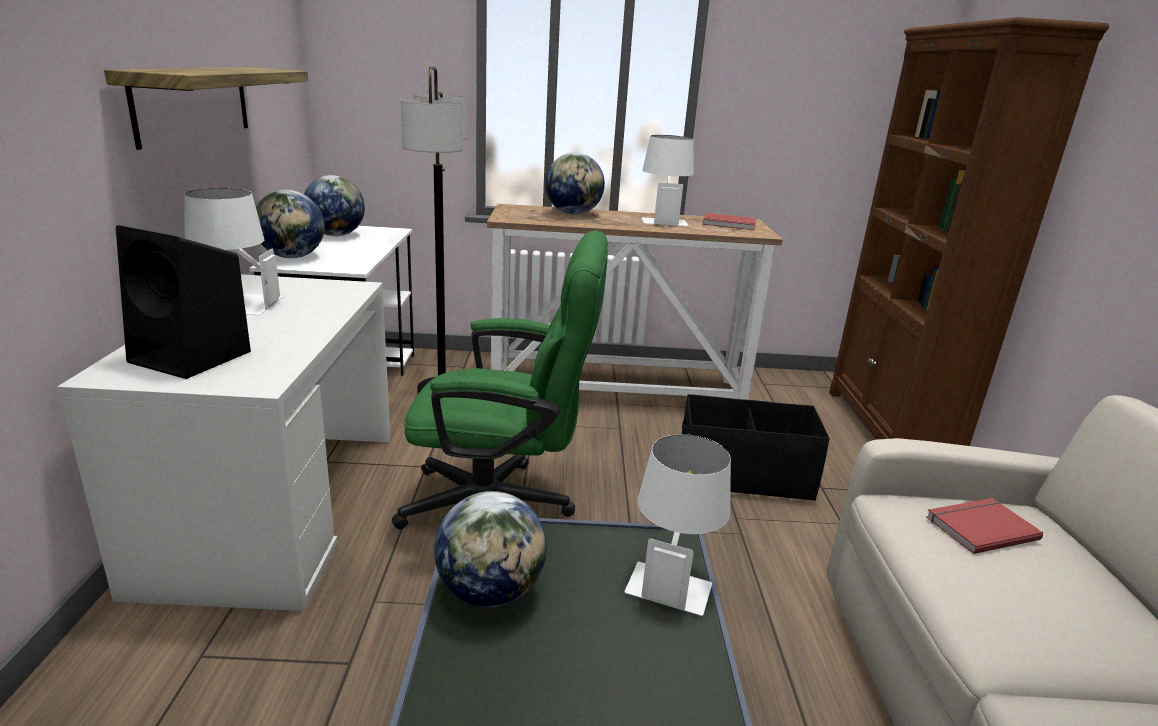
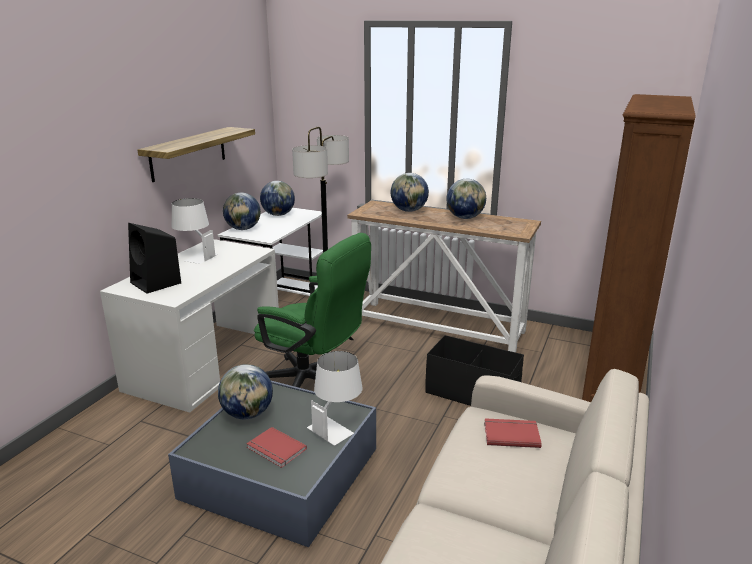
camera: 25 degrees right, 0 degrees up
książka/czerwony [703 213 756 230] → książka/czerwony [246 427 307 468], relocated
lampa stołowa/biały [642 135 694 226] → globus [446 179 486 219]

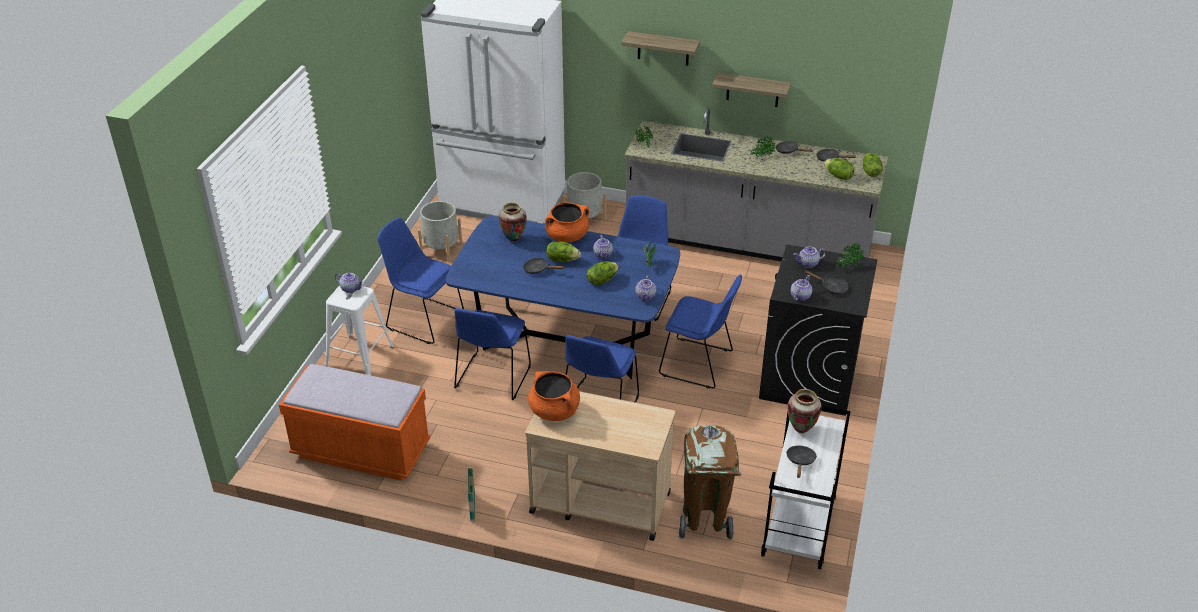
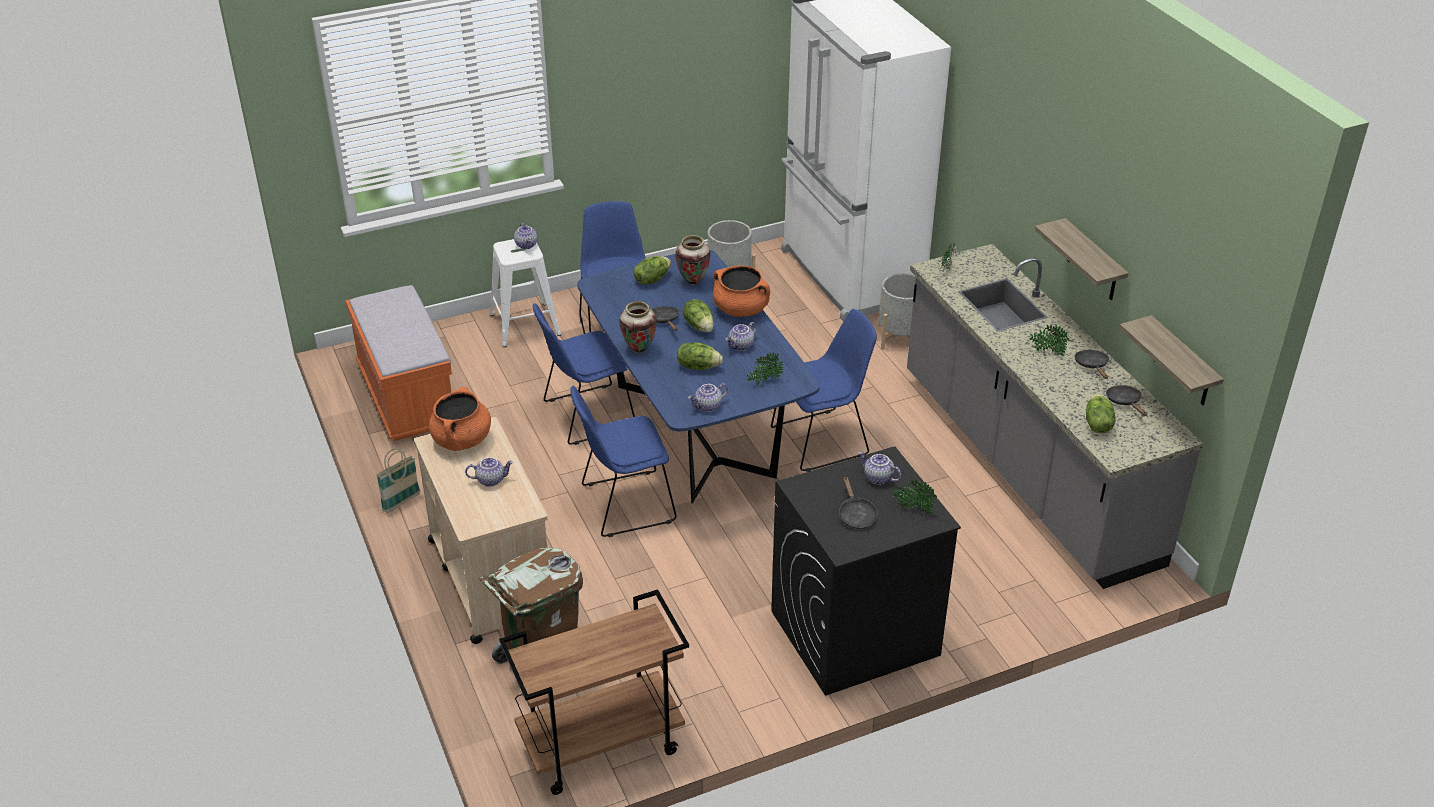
camera: 50 degrees right, 0 degrees up
imbryk [791 275 812 301] → imbryk [465 457 513 487], relocated
wózek/biały [761 406 851 569] → wózek/brązowy [499 589 689 795]
wazon [788 389 822 433] → wazon [619 301 657 353], relocated
sałata [863 153 883 177] → sałata [634 256 671 285], relocated
półka [621 31 700 66] → półka [1119 315 1224 405], relocated
krzesło/niebieski [659 275 742 389] → -
patelnia/czarny [786 446 817 478] → -

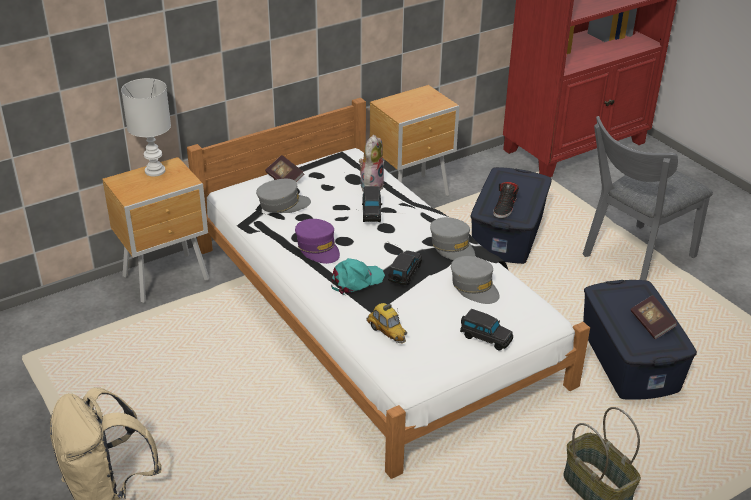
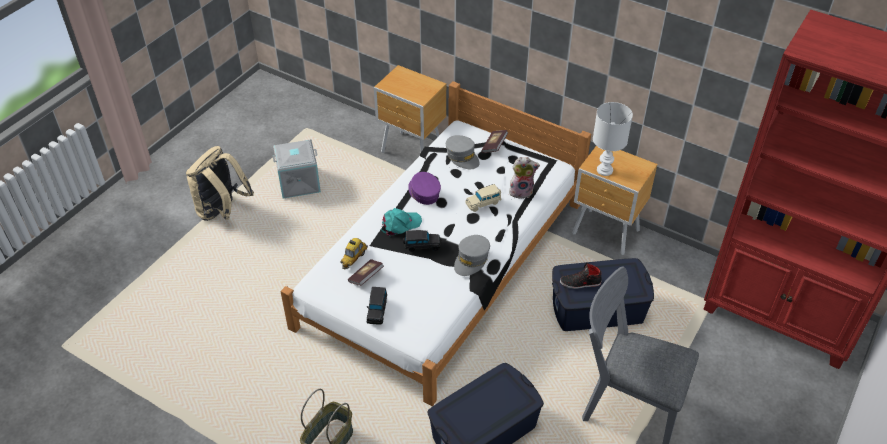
camera: 65 degrees right, 10 degrees up
- → pojemnik do przechowywania/szary [273 140 321 199]
książka [631 295 678 339] → książka [348 259 384 286], relocated
czapka z daszkiem/turkusowy [331 258 385 295] → czapka z daszkiem/turkusowy [381 208 422 237], 60 degrees counterclockwise
czapka z daszkiem/fioletowy [295 219 340 264] → czapka z daszkiem/fioletowy [408 172 441 205], 120 degrees clockwise
samochodzik/czarny [362 186 382 222] → samochodzik/beżowy [465 184 501 212]
lampa stołowa/biały [121 78 171 177] → lampa stołowa/biały [593 102 633 176], relocated
czapka z daszkiem/szary [451 256 500 304] → -

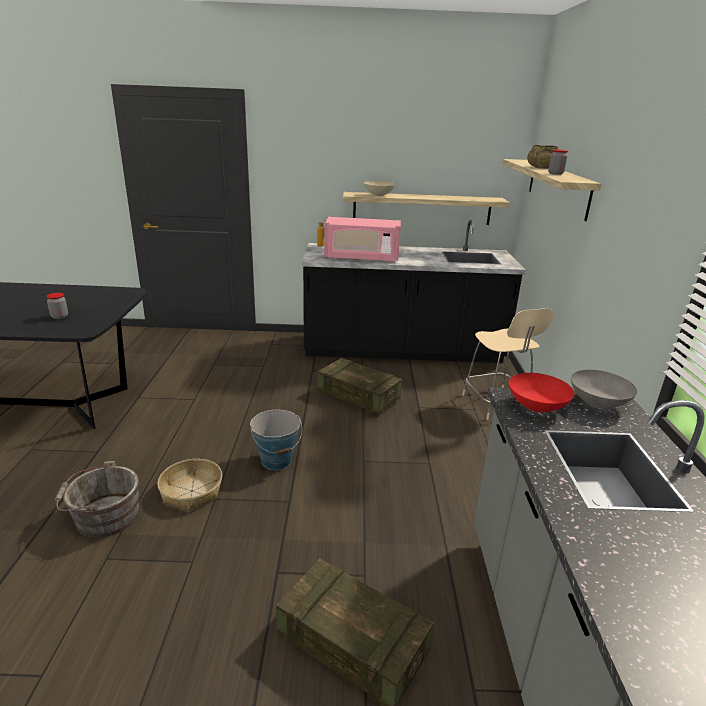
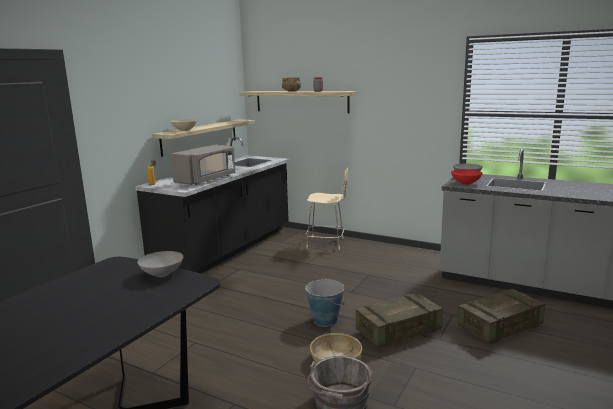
camera: 60 degrees left, 10 degrees down
- → miska/szary [137 251 183 277]
mikrofalówka/różowy [324 217 401 262] → mikrofalówka/szary [171 145 235 185]
skrzynka [318 358 402 415] → skrzynka [356 293 443 348], relocated
słoik [46 293 68 319] → -

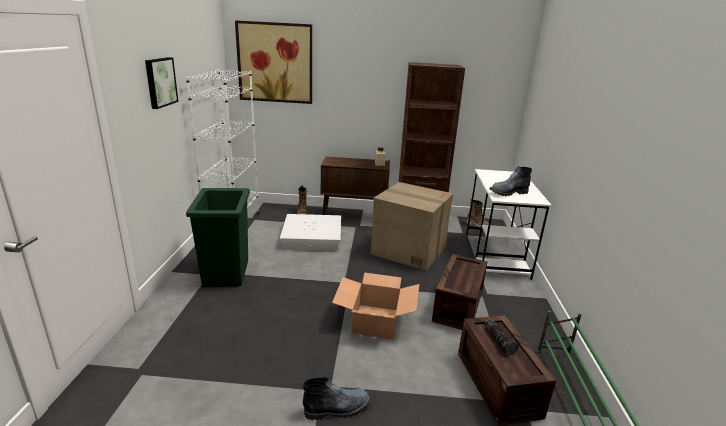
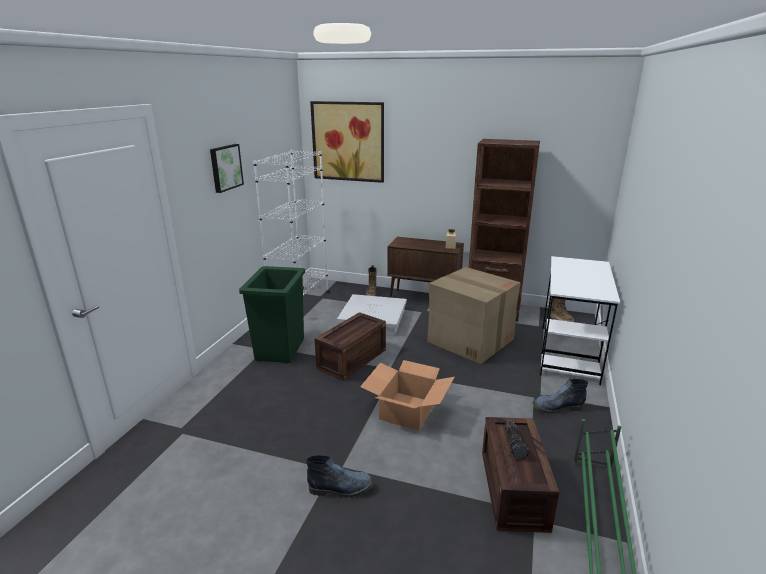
camera: 15 degrees right, 0 degrees up
skrzynka [432 254 487 330] → skrzynka [314 312 386 381], relocated
but z cholewką [489 166 532 196] → but z cholewką [532 378 588 414], relocated

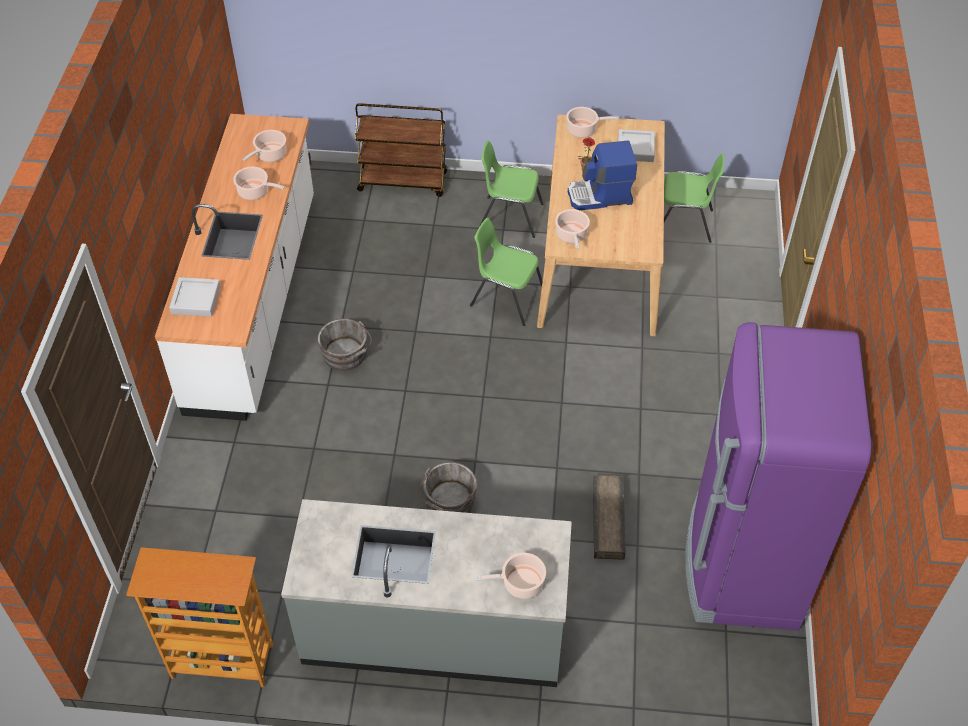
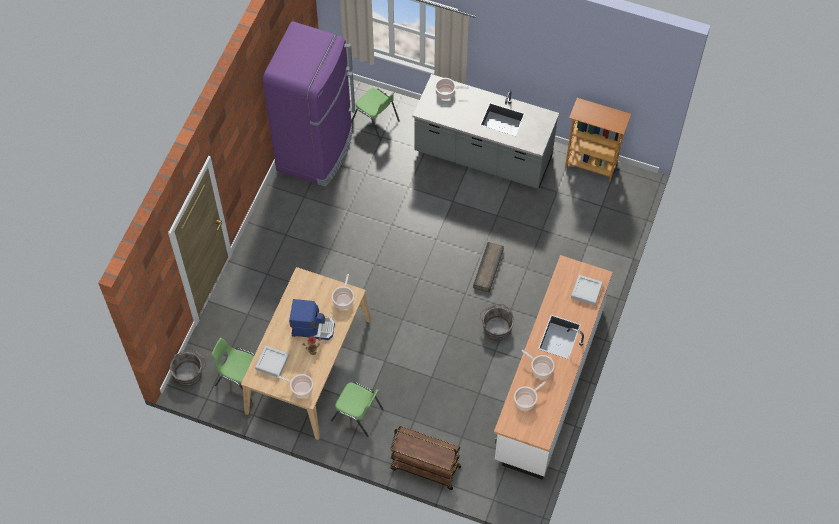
camera: 165 degrees left, 10 degrees up
wiadro/szary [418 462 477 513] → wiadro/szary [170 349 206 386], relocated
krzesło/zielony [470 218 542 326] → krzesło/zielony [351 88 400 140], relocated
skrzynka [593 475 626 560] → skrzynka [473 242 504 292], relocated

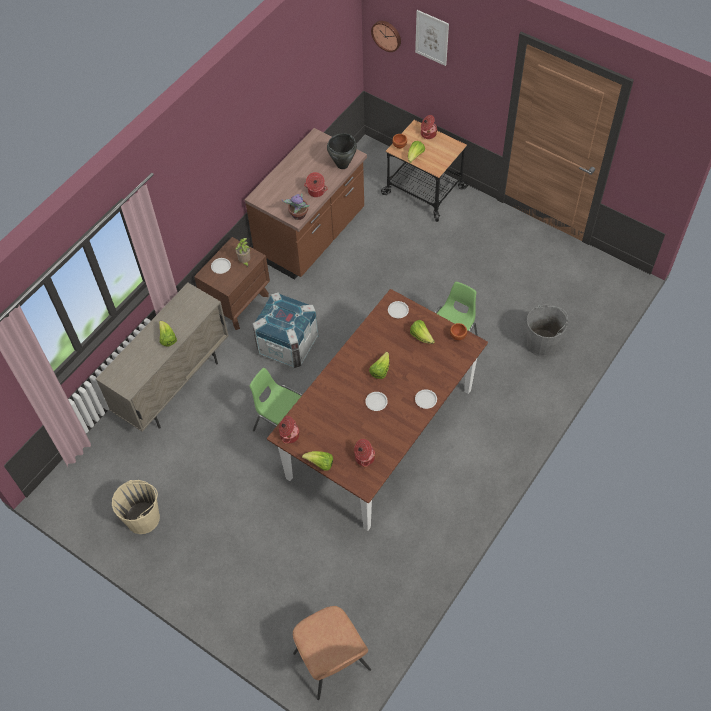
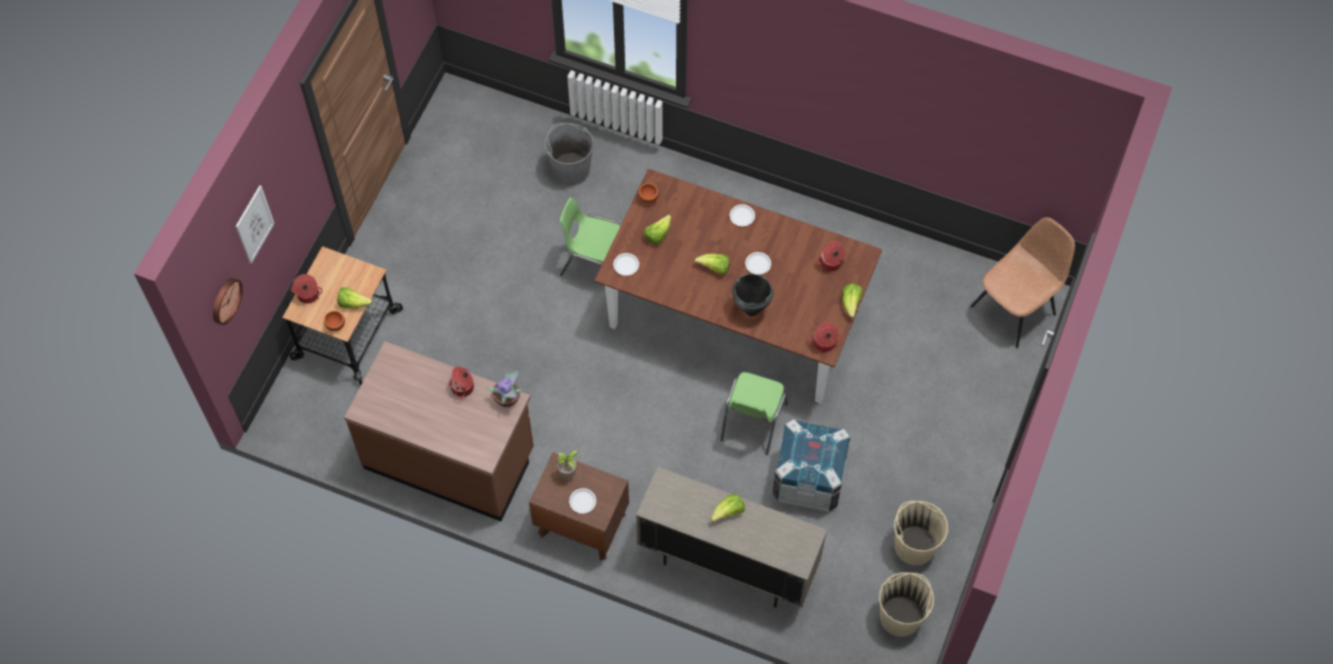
camera: 105 degrees left, 5 degrees up
garnek/czarny [327 133 357 169] → garnek/czarny [732 274 773 316], relocated
skrzynka [252 292 319 368] → skrzynka [772 419 851 512], relocated
- → wiadro/beżowy [879 572 934 637]

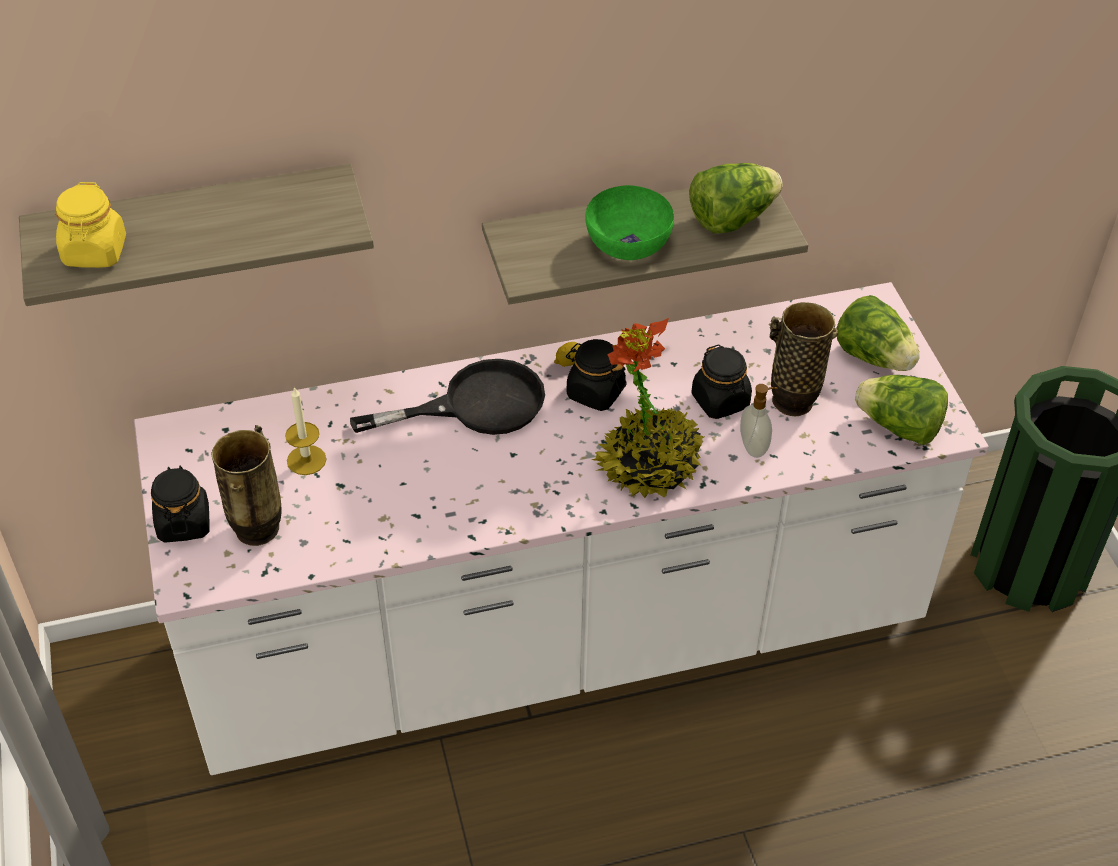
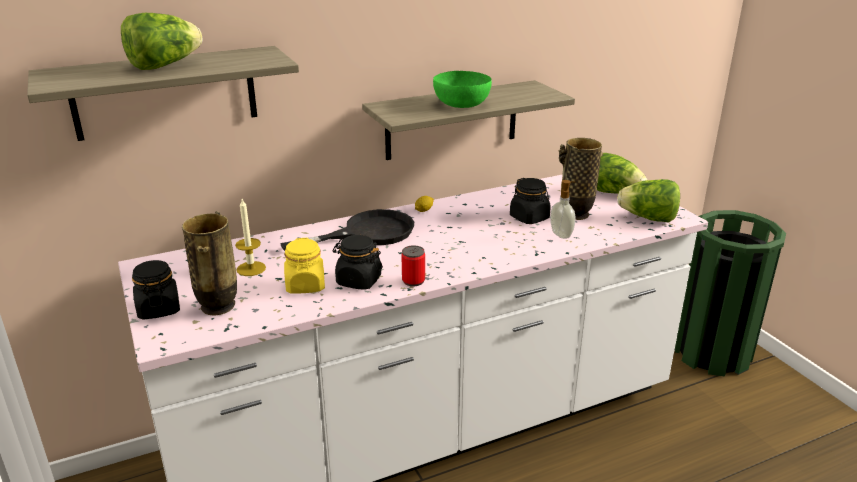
camera: 10 degrees left, 20 degrees down
sałata [689 163 783 234] → sałata [121 13 203 70], relocated
słoik/żółty [56 182 126 268] → słoik/żółty [284 238 325 294], relocated
słoik/czarny [566 339 627 411] → słoik/czarny [332 235 383 290], relocated
- → puszka [401 245 425 286]
roślina doniczkowa [592 318 704 498] → -

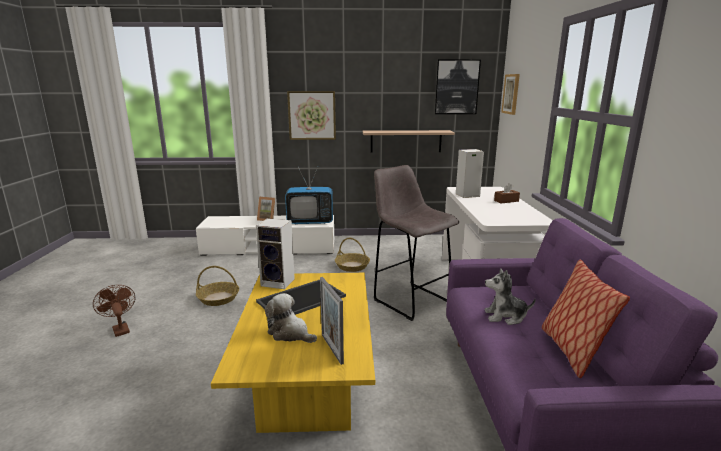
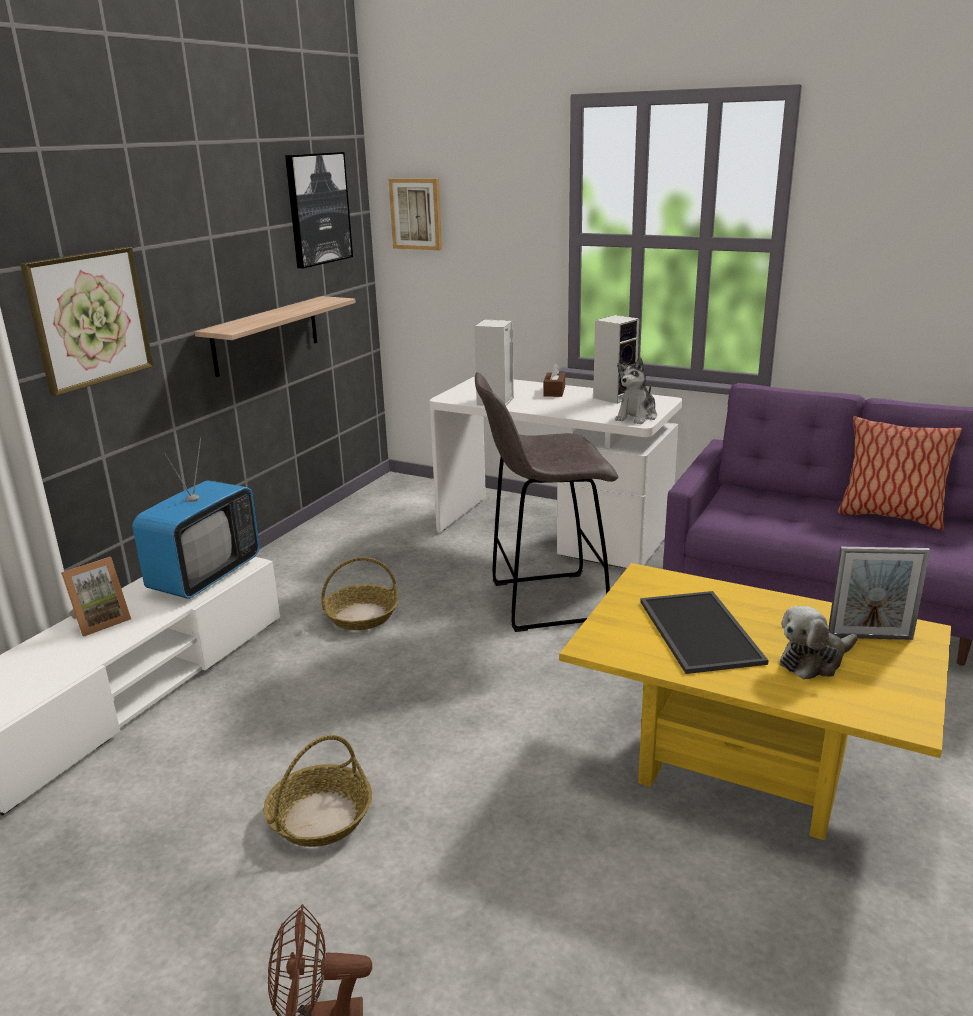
camera: 60 degrees left, 5 degrees up
głośnik [256 218 295 289] → głośnik [593 315 640 404], relocated
pluszak [485 268 536 325] → pluszak [615 357 657 424], relocated

